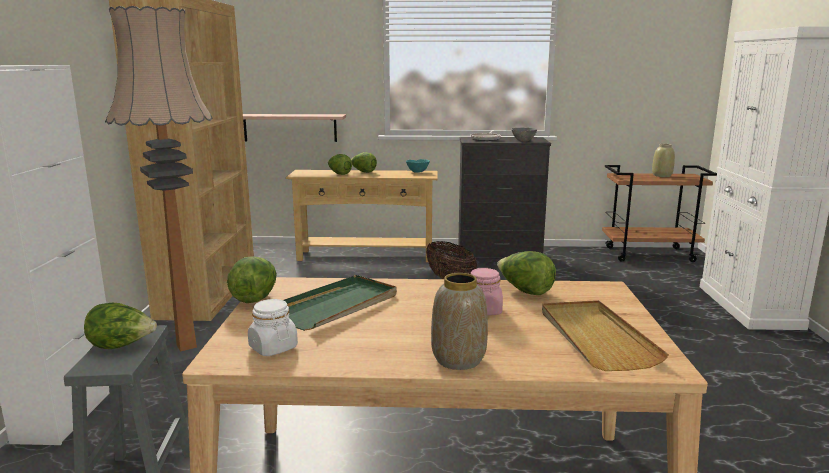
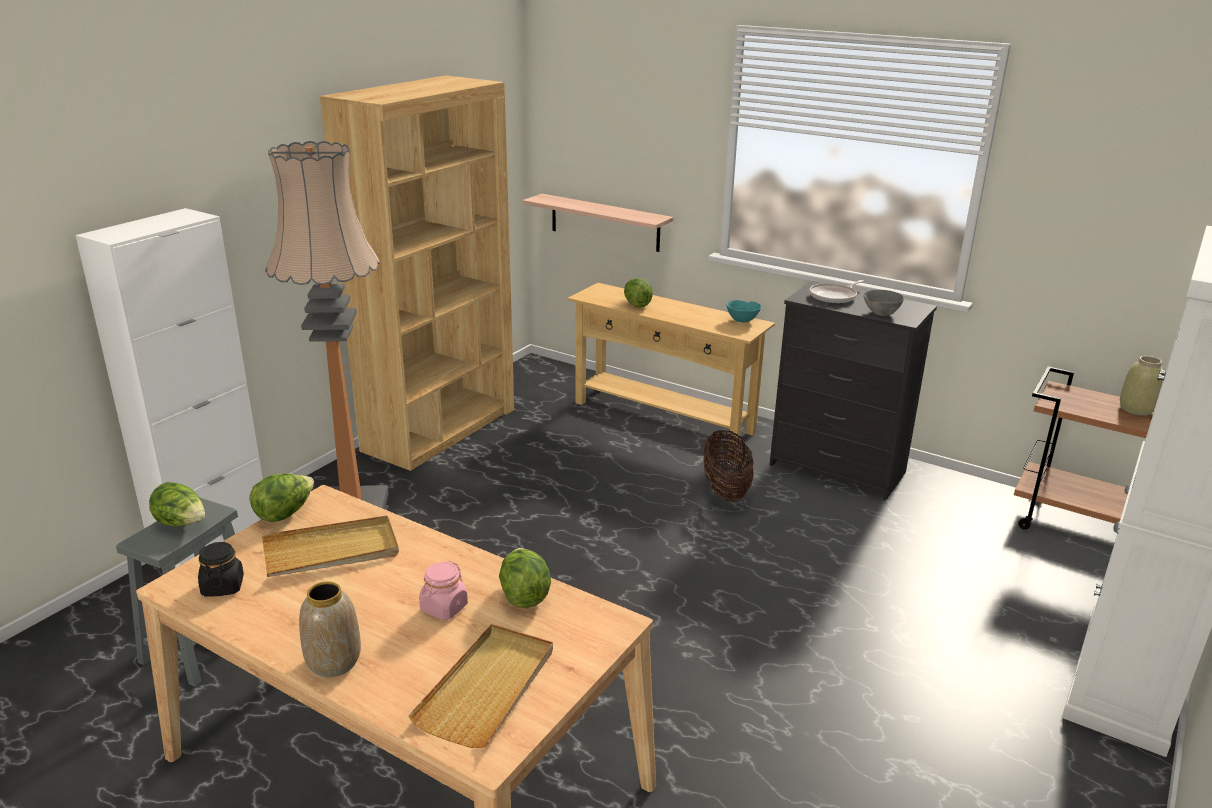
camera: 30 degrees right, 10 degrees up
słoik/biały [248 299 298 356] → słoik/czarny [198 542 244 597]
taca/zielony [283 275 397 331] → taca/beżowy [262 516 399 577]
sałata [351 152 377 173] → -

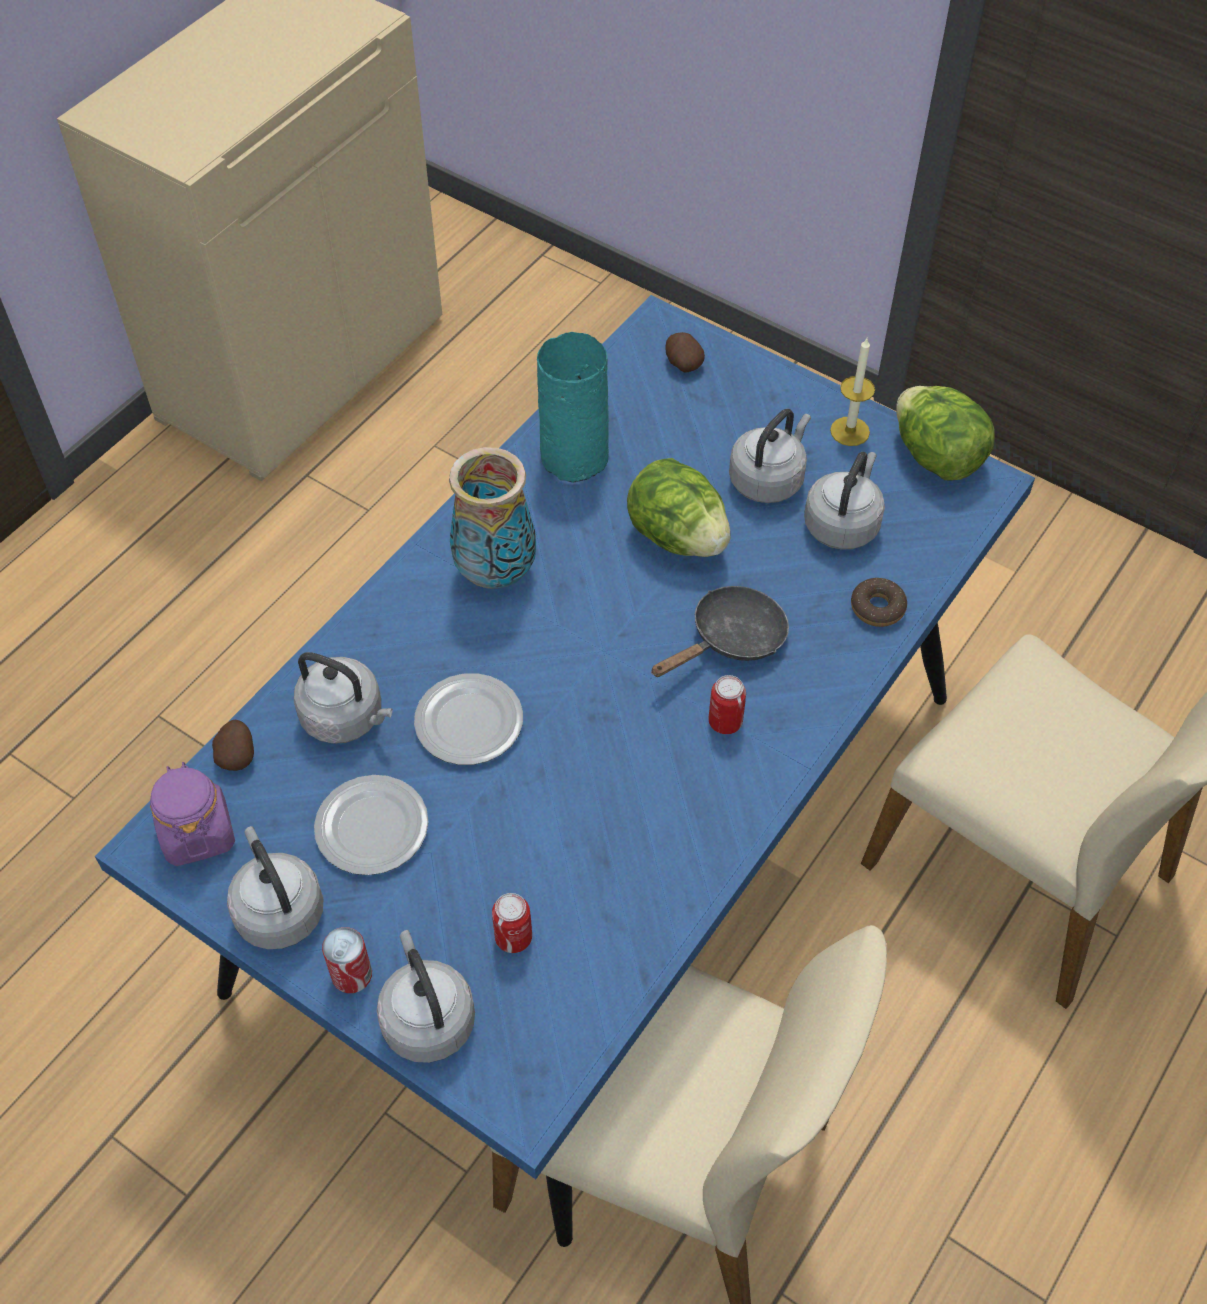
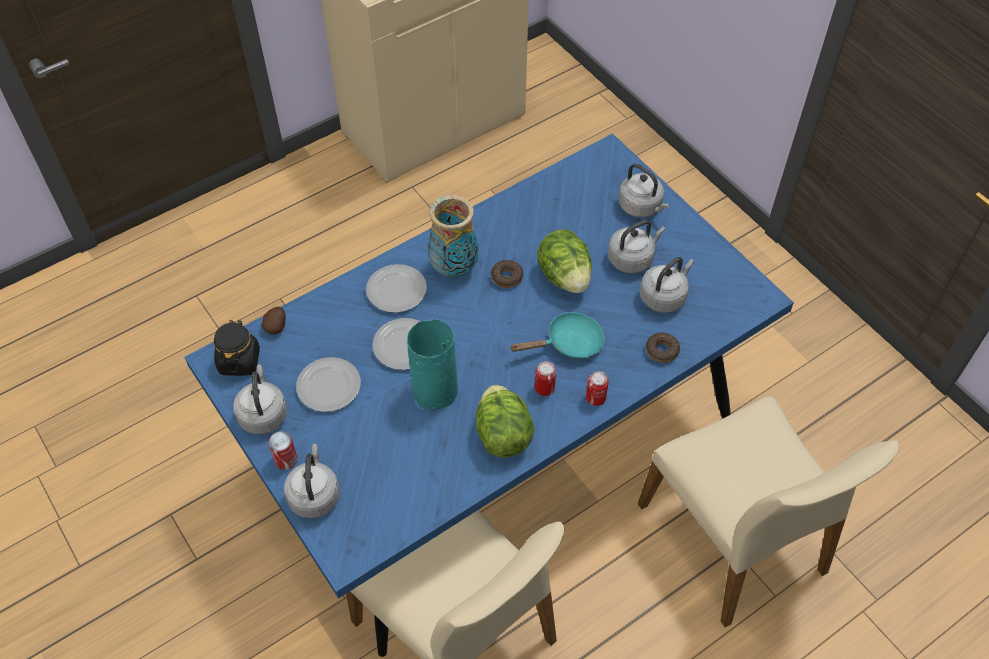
camera: 20 degrees right, 0 degrees up
słoik/fioletowy [150 762 235 866] → słoik/czarny [214 320 260 376]
- → talerz [366 264 427 313]
wazon/turkusowy [537 332 609 483] → wazon/turkusowy [407 319 458 410], relocated
sałata [896 386 995 480] → sałata [476 385 534 458], relocated
- → donut [491 260 523 288]
patelnia/czarny [651 586 789 677] → patelnia/turkusowy [511 312 605 359]
puszka [492 893 532 953] → puszka [586 371 609 406], relocated
czajnik/szary [294 652 393 744] → czajnik/szary [618 164 670 218], relocated
ziemniak [665 332 705 373] → -
świeca [830 338 875 446] → -

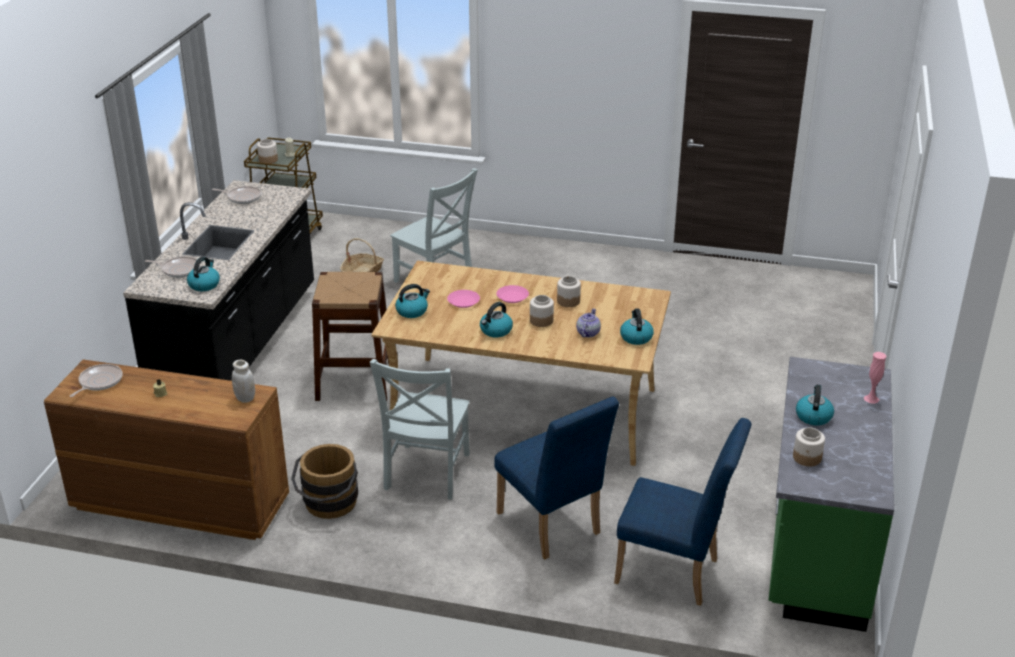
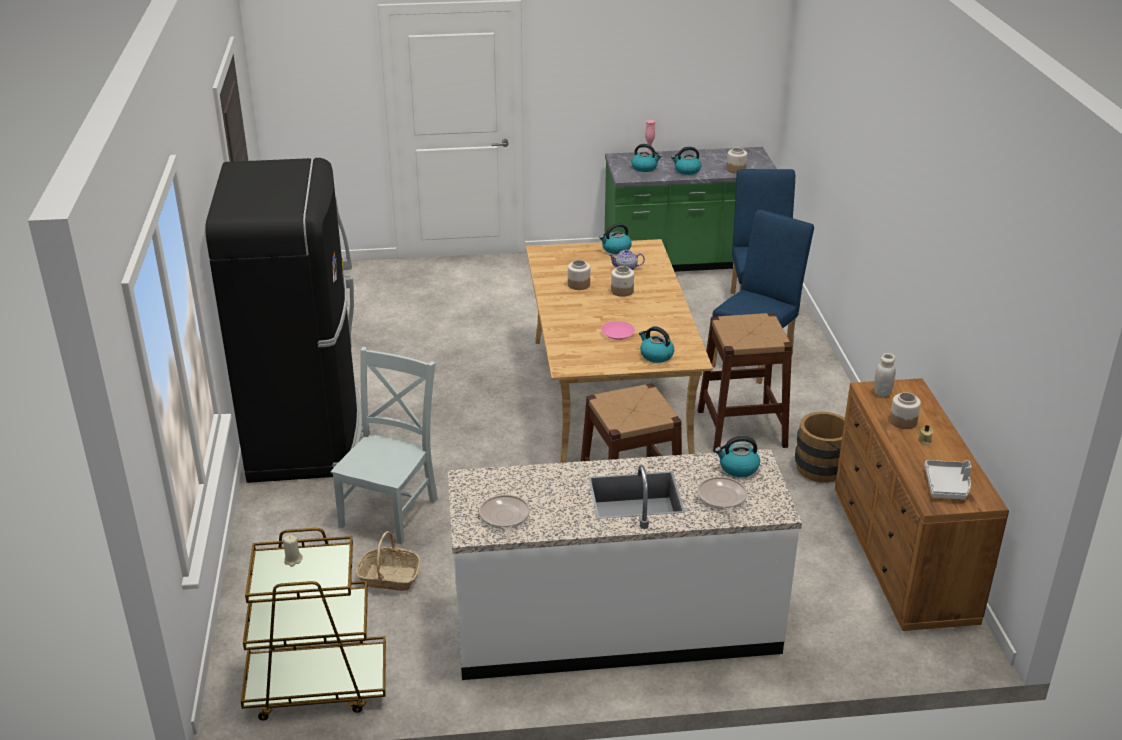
camera: 110 degrees left, 0 degrees up
- → lodówka/czarny [205 158 363 483]
zabudowa kuchenna/czarny [123 180 314 381] → zabudowa kuchenna/biały [448 449 802 680]
czajnik [480 302 513 337] → czajnik [631 144 662 172], relocated
krzesło/szary [370 359 470 500] → stołek/brązowy [698 313 792 453]
słoik [257 139 278 164] → słoik [890 392 921 429], relocated
patelnia [69 364 122 397] → taca/szary [924 460 972 499]
talerz/różowy [496 285 529 303] → -

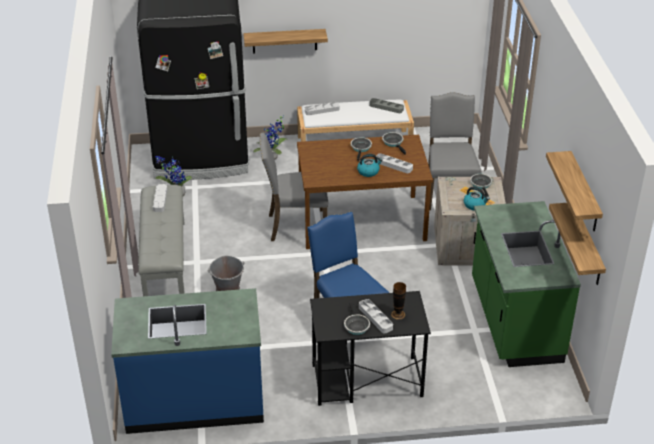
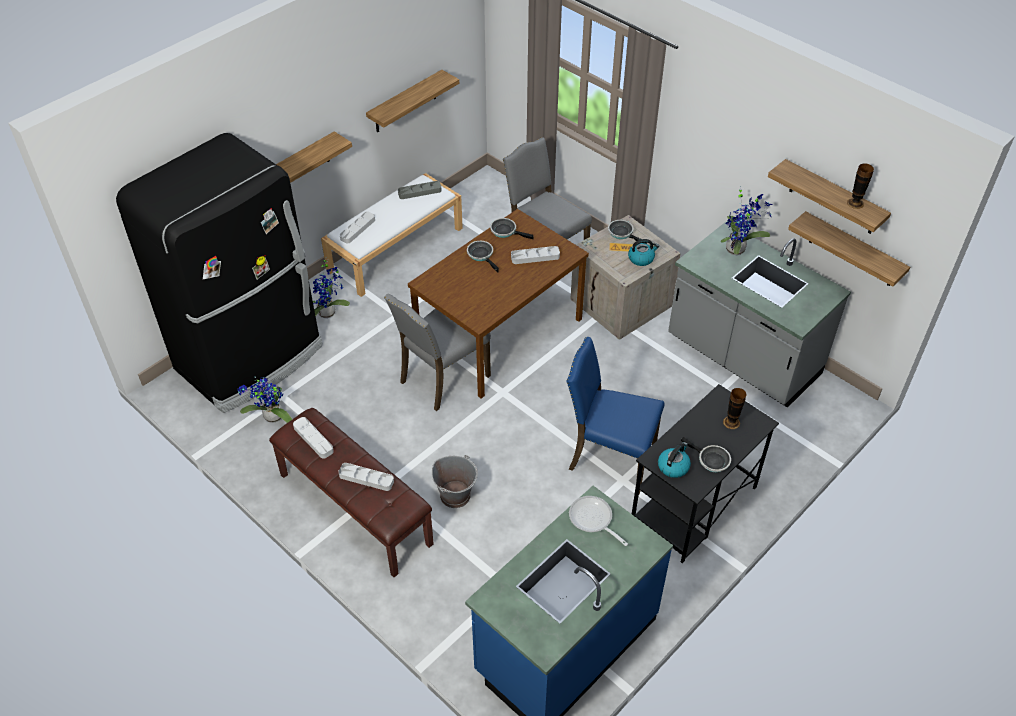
camera: 40 degrees left, 10 degrees up
ławka/szary [138 185 185 296] → ławka/brązowy [269 408 433 577]
taca/szary [359 299 393 333] → taca/szary [339 463 394 491], relocated
- → półka [366 70 459 133]
- → patelnia [569 496 628 546]
czajnik [357 154 383 177] → czajnik [658 442 691 478], relocated
zabudowa kuchenna/zielony [472 201 581 367] → zabudowa kuchenna/szary [668 222 851 408]
- → roślina doniczkowa [721 186 772 255]
- → wazon [847 163 874 209]

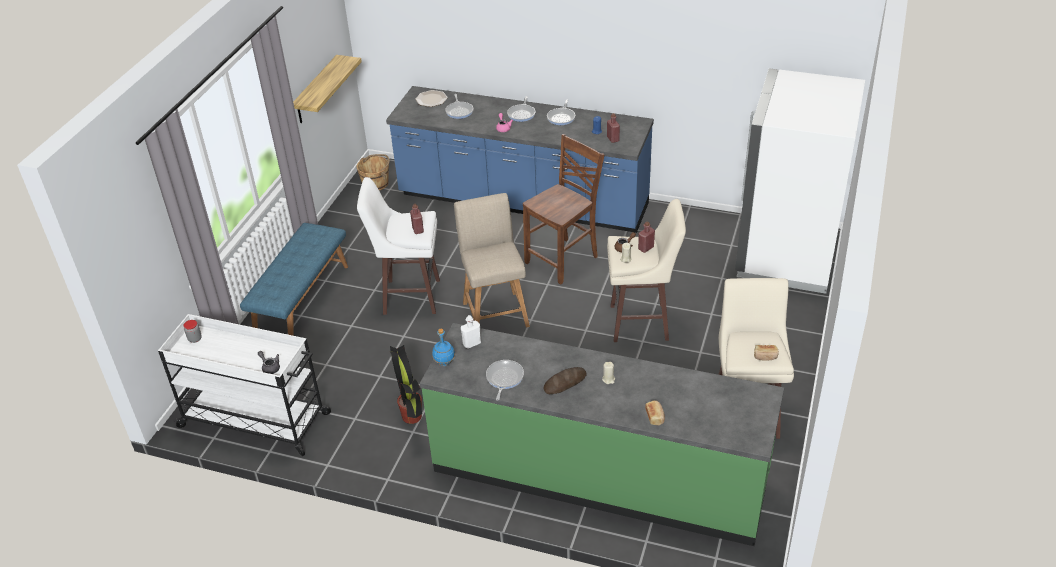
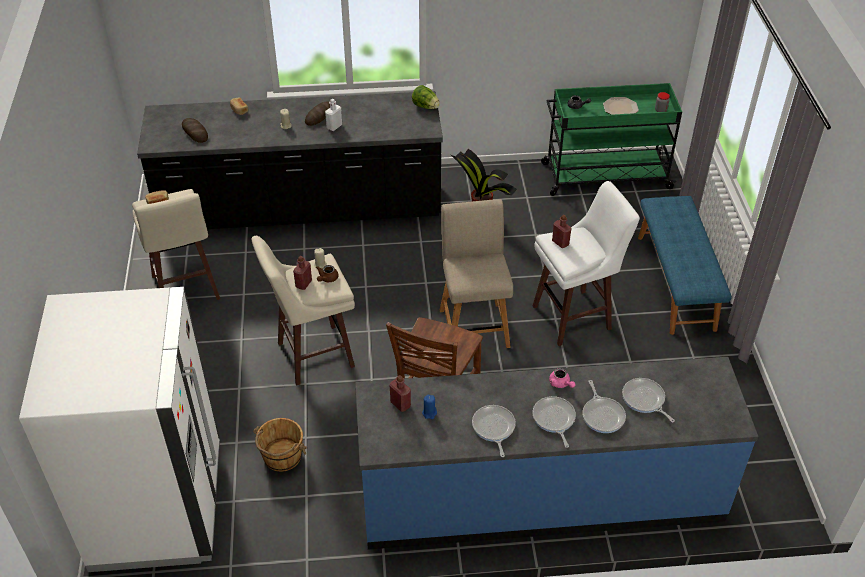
camera: 155 degrees right, 5 degrees up
zabudowa kuchenna/zielony [420 323 784 546] → zabudowa kuchenna/czarny [137 91 443 229]
- → chleb [182 118 208 143]
wiadro/brązowy [356 154 390 191] → wiadro/brązowy [253 418 307 472], relocated
butelka/biały [461 315 481 348] → butelka/biały [325 99 342 131], relocated
butelka/niebieski [432 329 455 366] → sałata [412 85 440 109]
krzesło/beżowy [454 193 530 328] → krzesło/beżowy [440 199 513 348], 150 degrees counterclockwise
wózek/biały [158 314 331 456] → wózek/zielony [541 83 682 196]
patelnia [486 360 524 401] → patelnia [582 380 626 433], relocated
talerz [415 90 448 107] → talerz [603 97 639 115], relocated
półka [293 55 362 123] → -

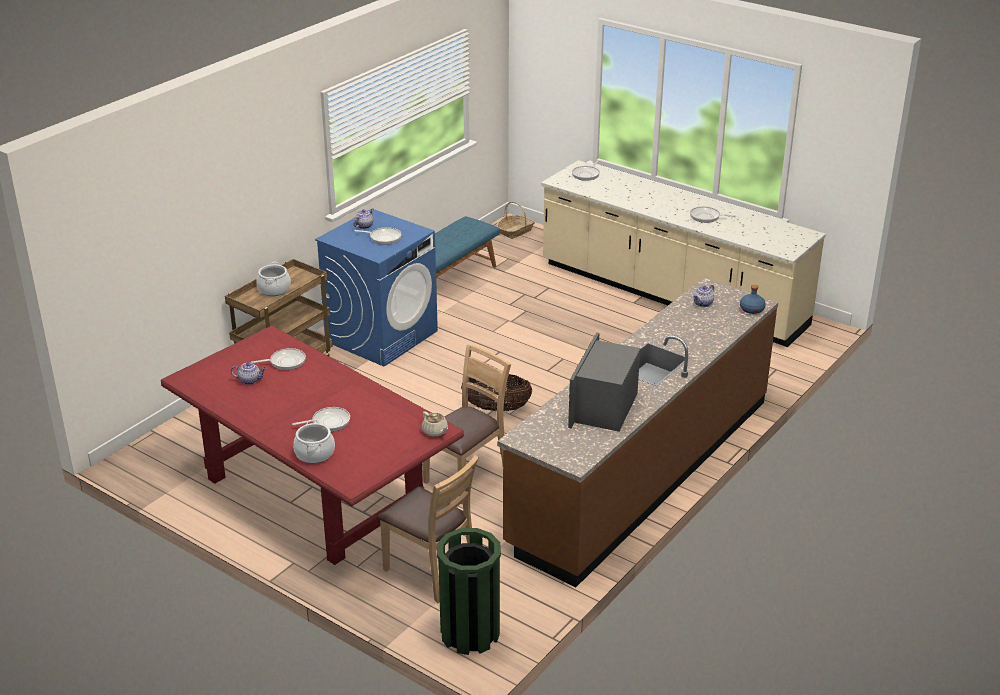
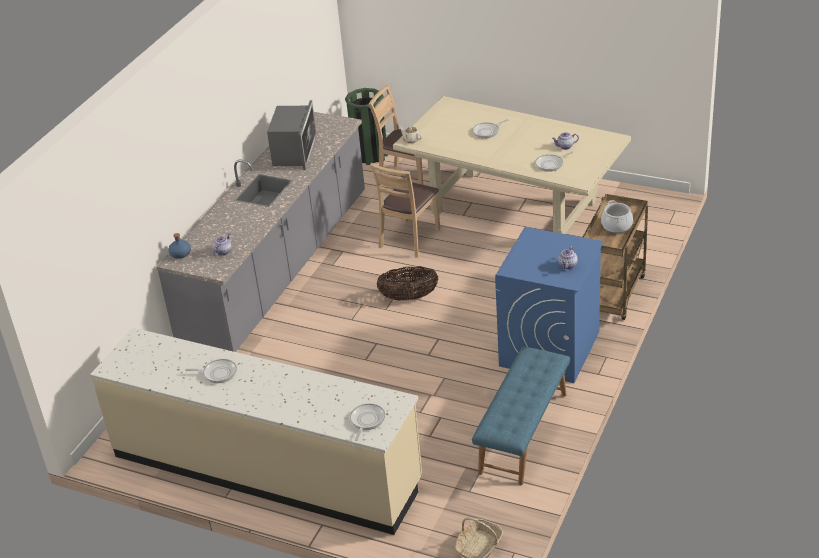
camera: 170 degrees right, 5 degrees up
zabudowa kuchenna/brązowy [497 278 778 587] → zabudowa kuchenna/szary [156 112 365 352]
stół jadalny/czerwony [161 326 464 565] → stół jadalny/beżowy [393 96 631 234]
garnek [293 419 335 464] → -
patelnia [354 227 401 245] → -

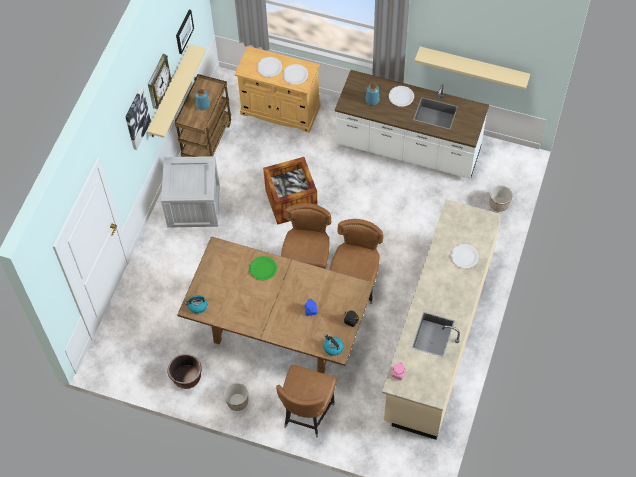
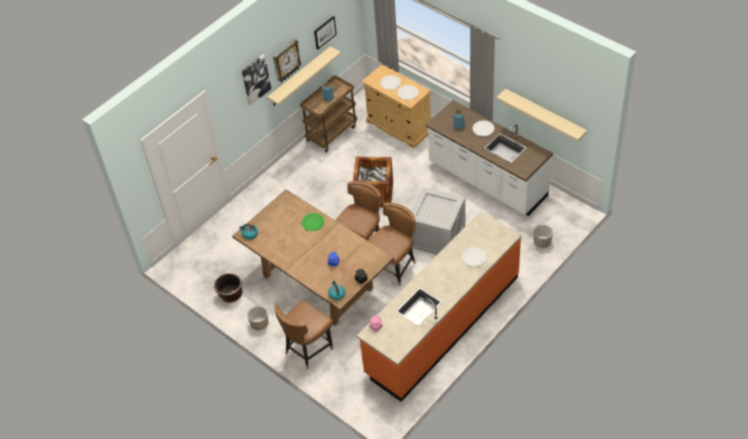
camera: 25 degrees right, 10 degrees down
zabudowa kuchenna/beżowy [382 199 502 440] → zabudowa kuchenna/pomarańczowy [356 212 522 402]
skrzynka [161 156 220 228] → skrzynka [411 187 465 255], relocated

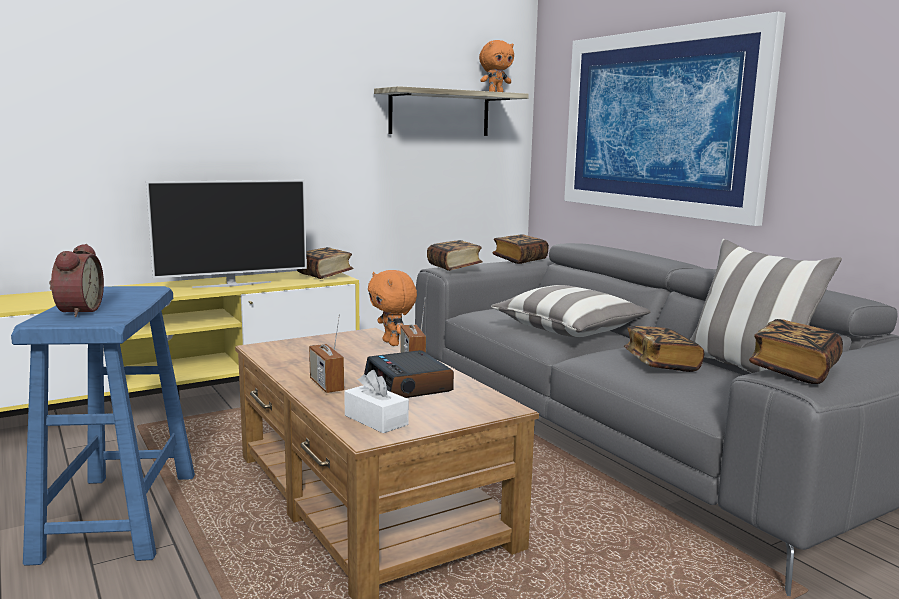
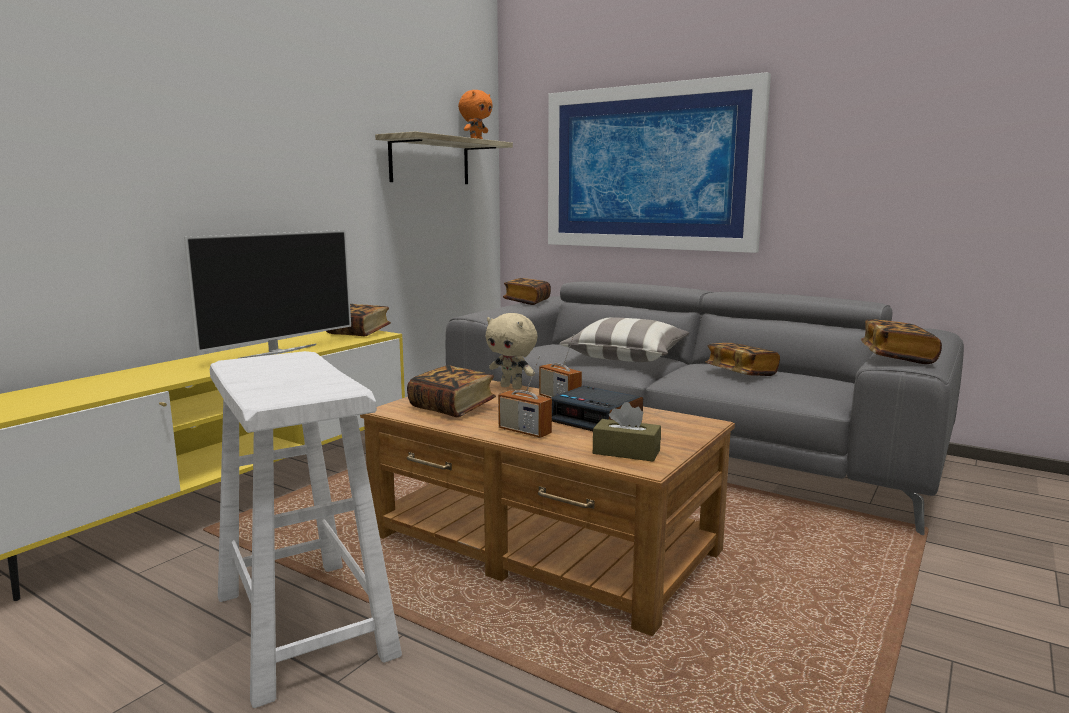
camera: 25 degrees left, 0 degrees up
stołek/niebieski [11 286 195 566] → stołek/biały [210 351 402 708]
książka [427 240 483 271] → książka [407 365 496 417], relocated
pluszak/pomarańczowy [368 270 417 346] → pluszak/beżowy [486 313 537 390]
pudełko chusteczek/biały [344 370 409 433] → pudełko chusteczek/brązowy [593 402 661 462]
budzik [49 244 104 317] → -
poduszka [690 239 842 373] → -

